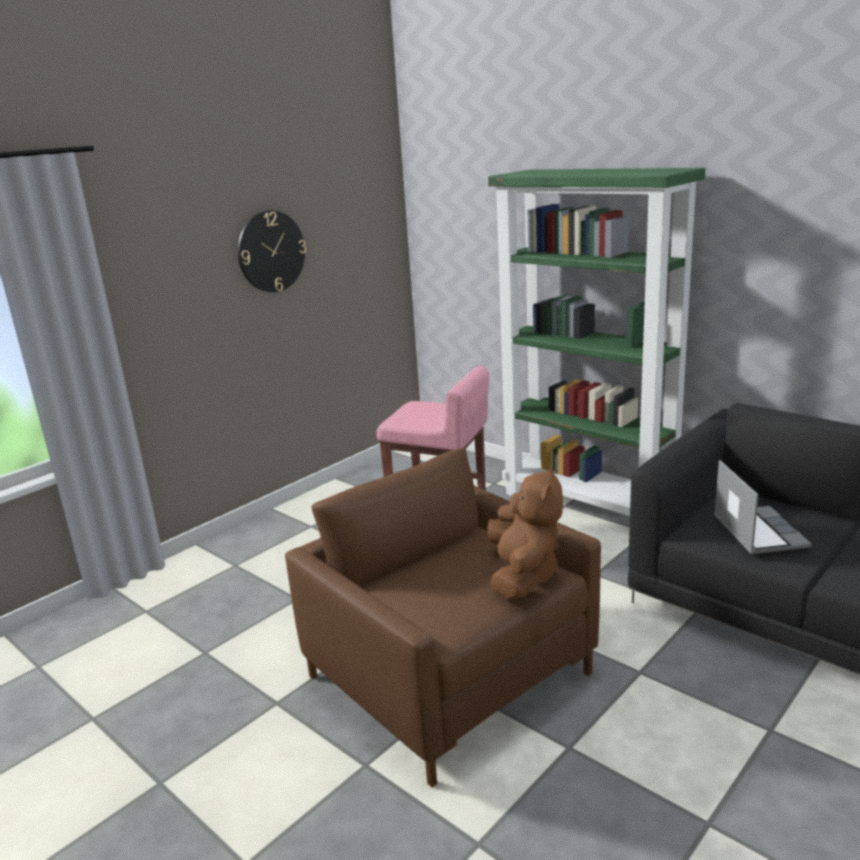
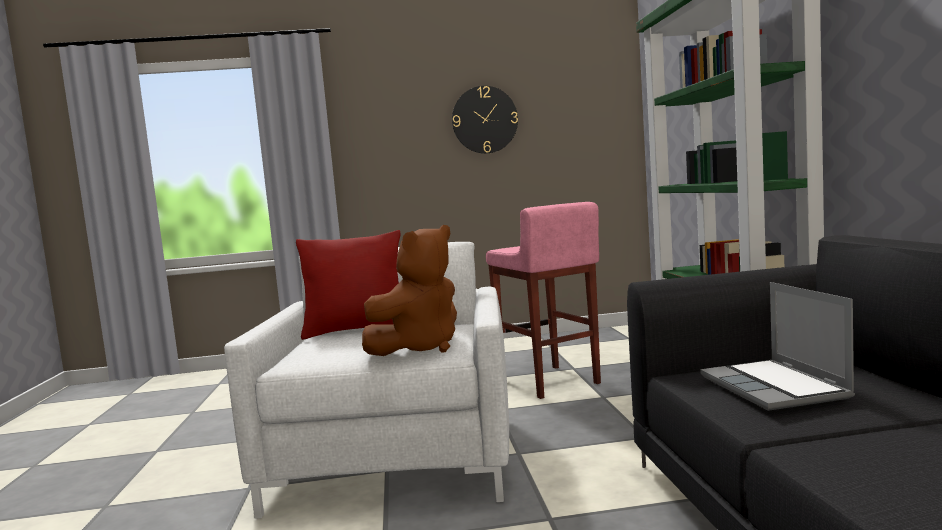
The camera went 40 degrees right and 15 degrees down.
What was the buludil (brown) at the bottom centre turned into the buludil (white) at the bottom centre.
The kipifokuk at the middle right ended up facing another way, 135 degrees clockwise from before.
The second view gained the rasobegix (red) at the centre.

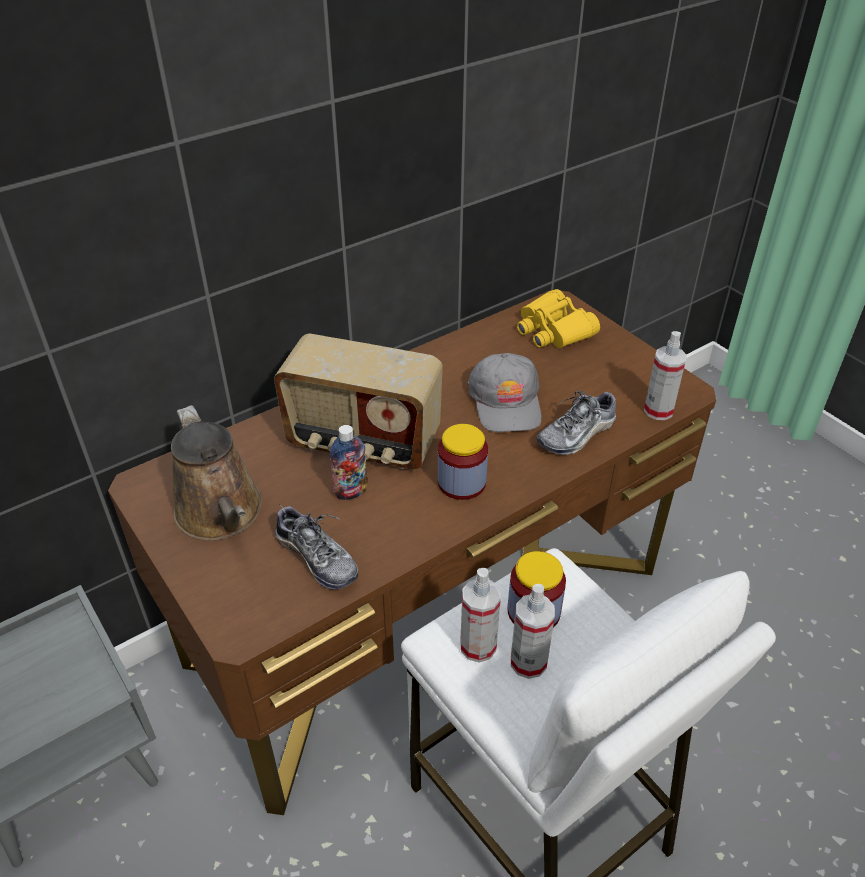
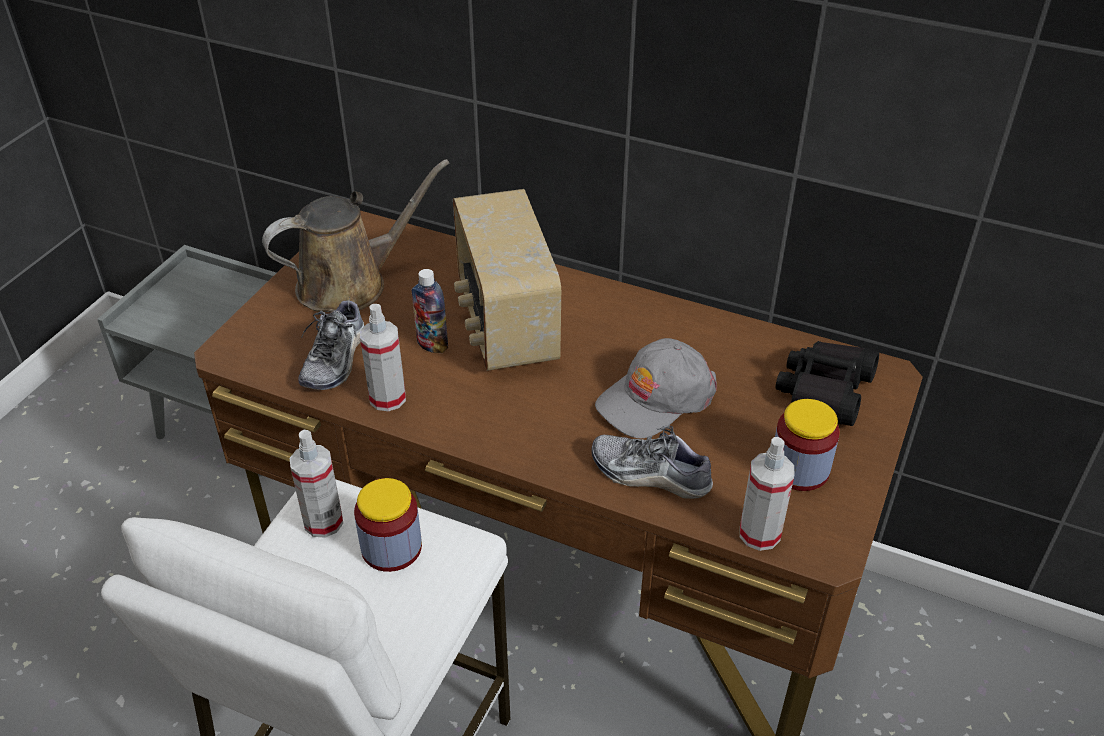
The camera went 60 degrees right and 0 degrees up.
The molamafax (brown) at the middle left ended up facing another way, 150 degrees counterclockwise from before.
The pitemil (no. 1 from left in the first image) ended up elsewhere, having gone from the centre to the middle right.
The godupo (no. 2 from left) ended up elsewhere, having gone from the bottom centre to the centre.
What was the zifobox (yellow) at the centre turned into the zifobox (black) at the middle right.

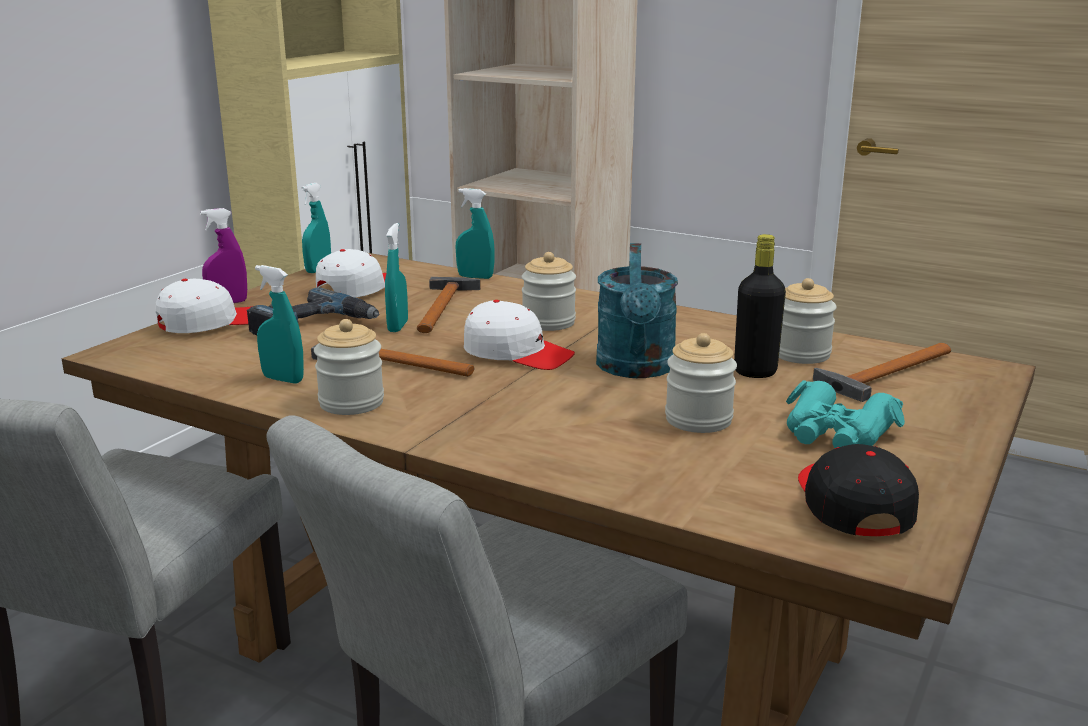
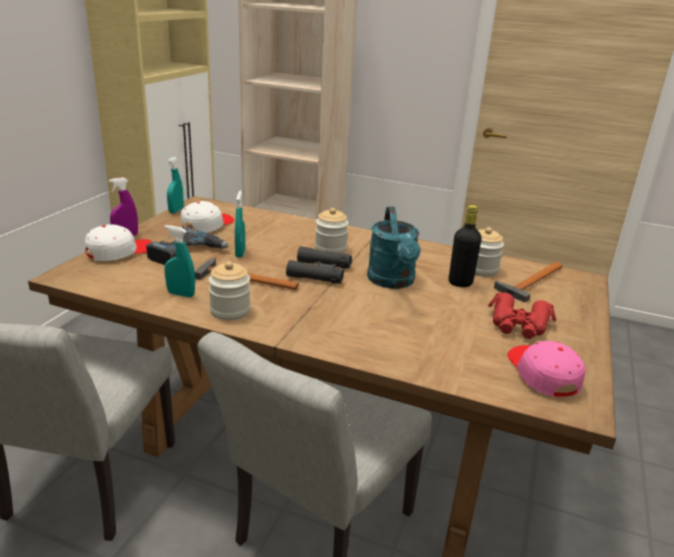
The camera went 10 degrees left and 5 degrees up.
The second view lost the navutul (no. 2 from left) at the centre.
The second view lost the godupo (turquoise) (no. 4 from left) at the top centre.
Where the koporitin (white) (no. 3 from left) stood at the centre, the zifobox (black) came to stand at the centre.
The second view lost the pitemil (no. 3 from left) at the centre.
What was the zifobox (turquoise) at the middle right turned into the zifobox (red) at the middle right.
What was the koporitin (black) at the bottom right turned into the koporitin (pink) at the middle right.

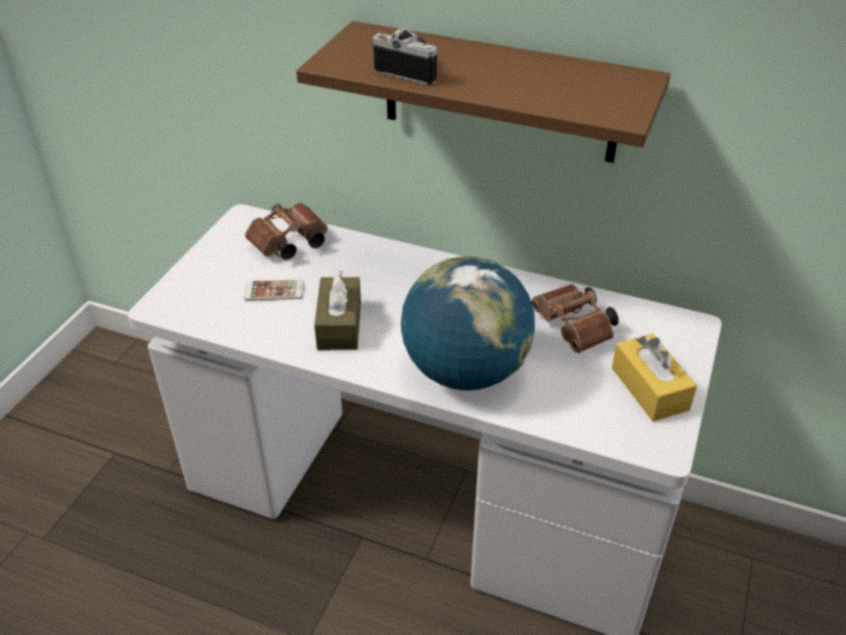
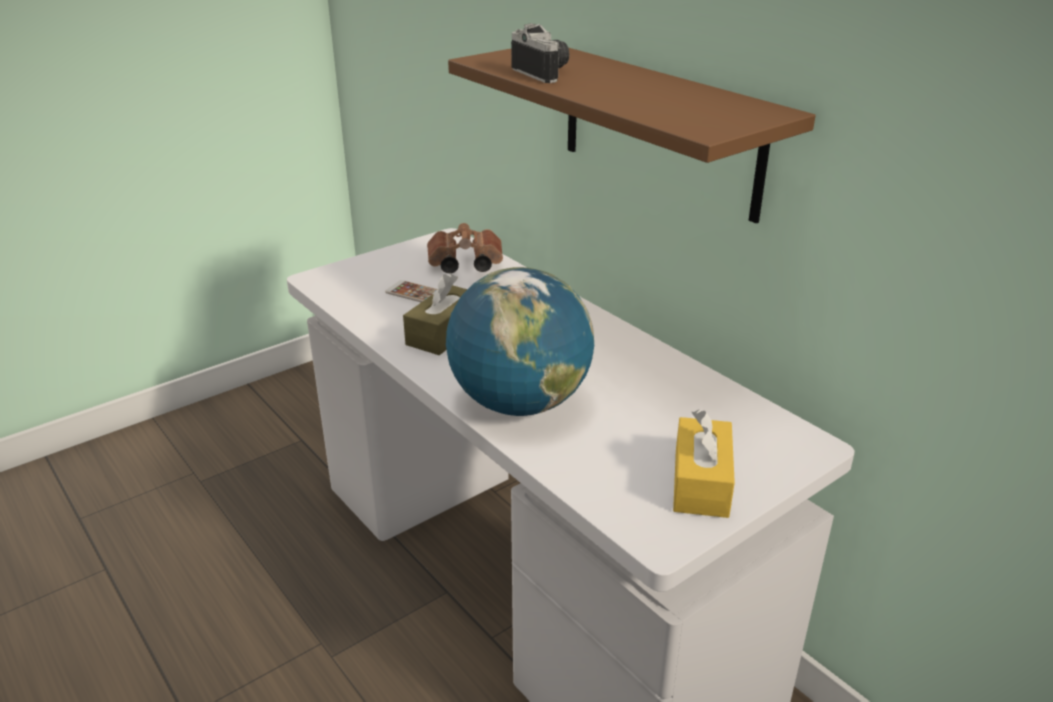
The camera went 30 degrees right and 10 degrees down.
The second view lost the zifobox (brown) (no. 2 from left) at the middle right.

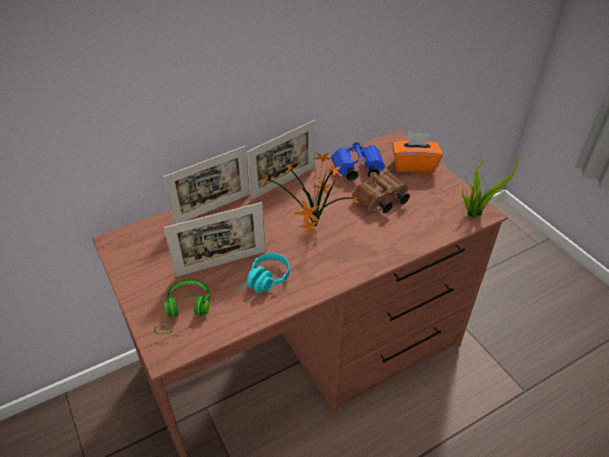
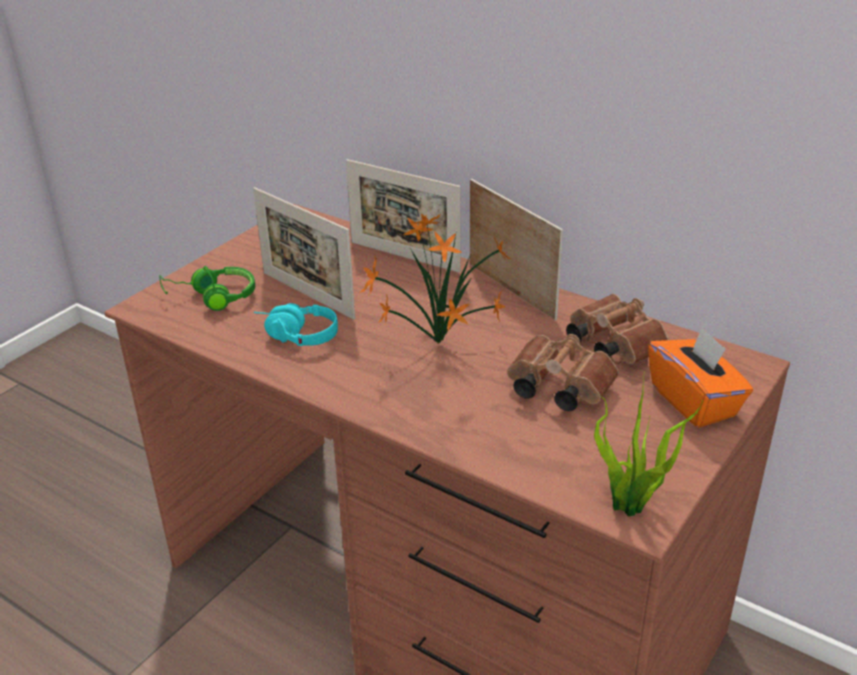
The camera went 65 degrees right and 10 degrees down.
The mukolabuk (no. 3 from left) at the centre ended up facing another way, 150 degrees counterclockwise from before.
What was the zifobox (blue) at the centre turned into the zifobox (brown) (no. 2 from left) at the middle right.

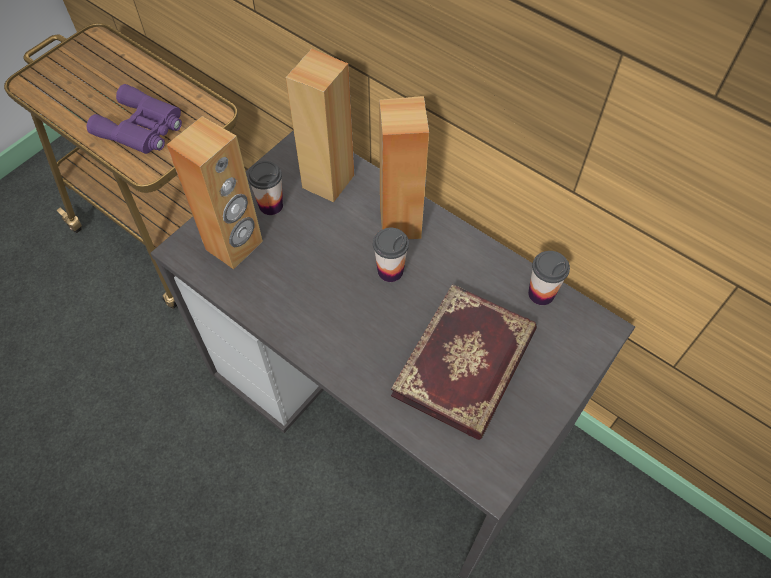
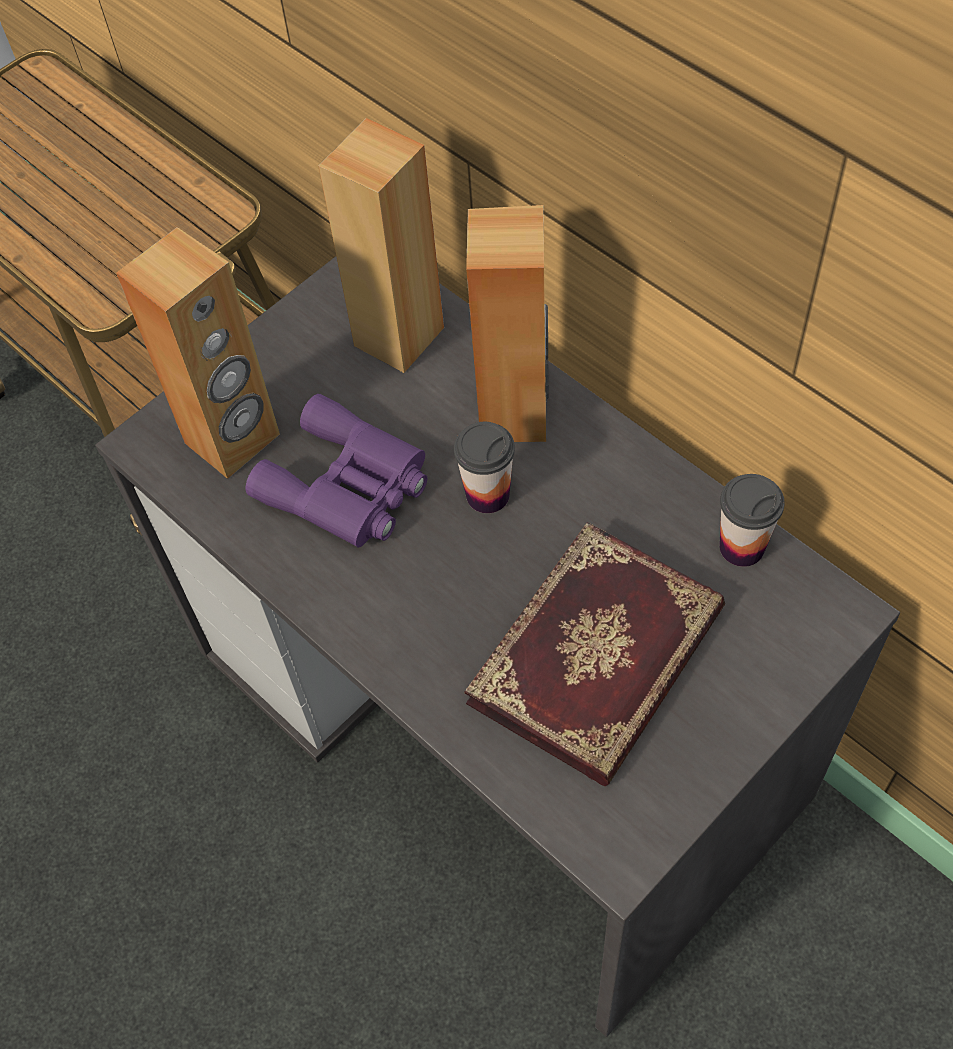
The camera went 10 degrees right and 0 degrees up.
The zifobox (purple) ended up elsewhere, having gone from the top left to the centre.
The second view lost the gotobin (no. 1 from left) at the top centre.

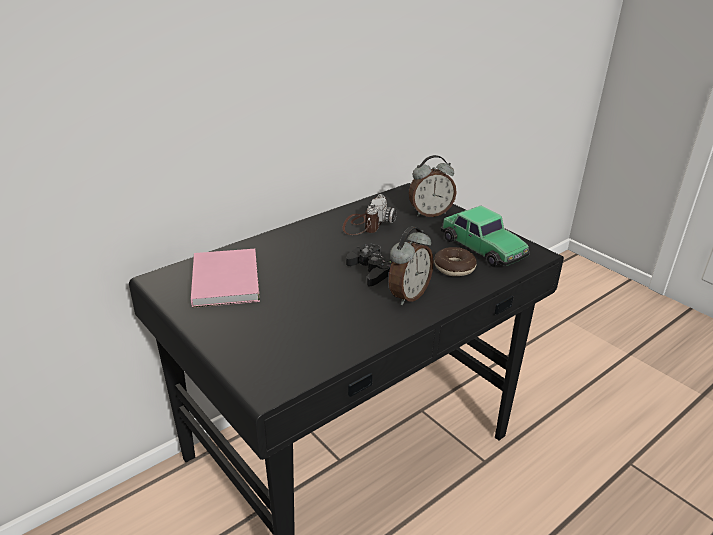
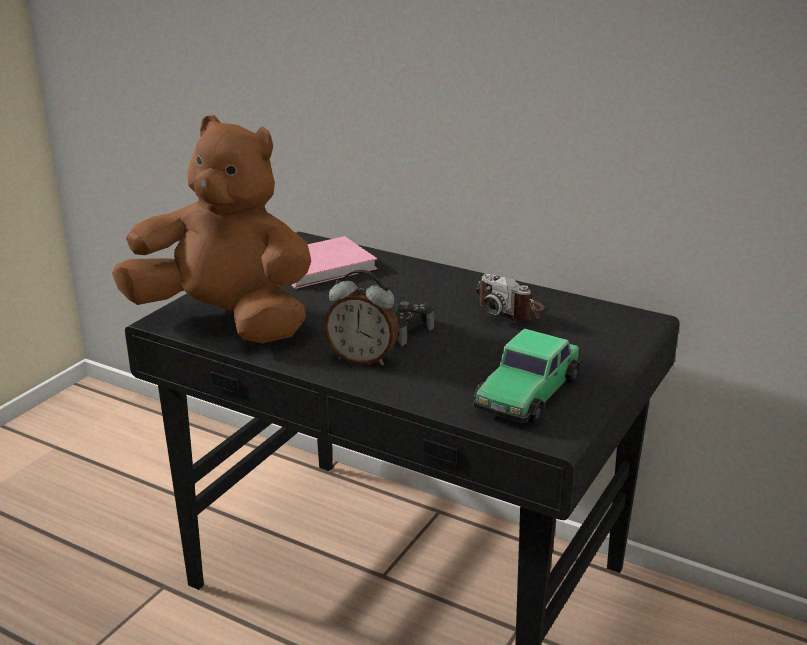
The camera went 70 degrees right and 5 degrees down.
The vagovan at the centre ended up facing another way, 45 degrees clockwise from before.
The second view lost the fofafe (no. 2 from left) at the centre.
The second view lost the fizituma at the centre.
The second view gained the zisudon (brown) at the middle left.

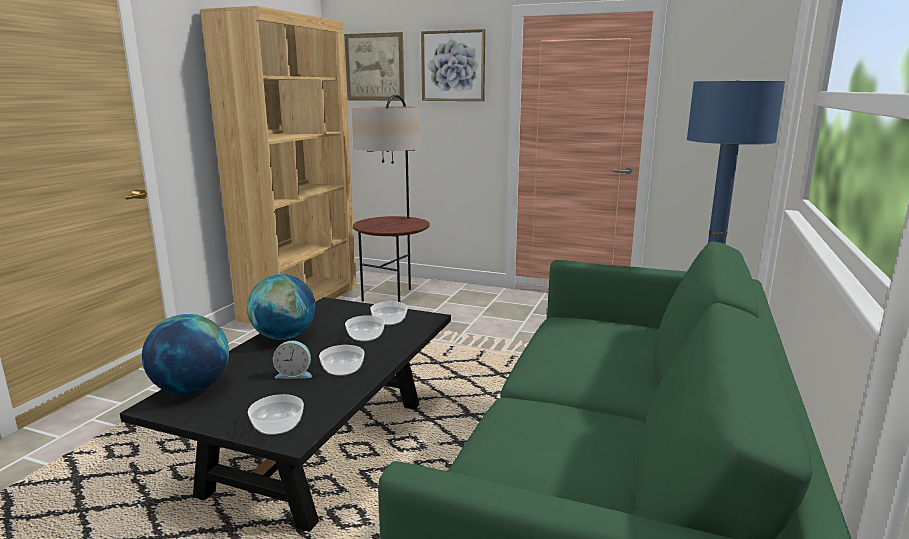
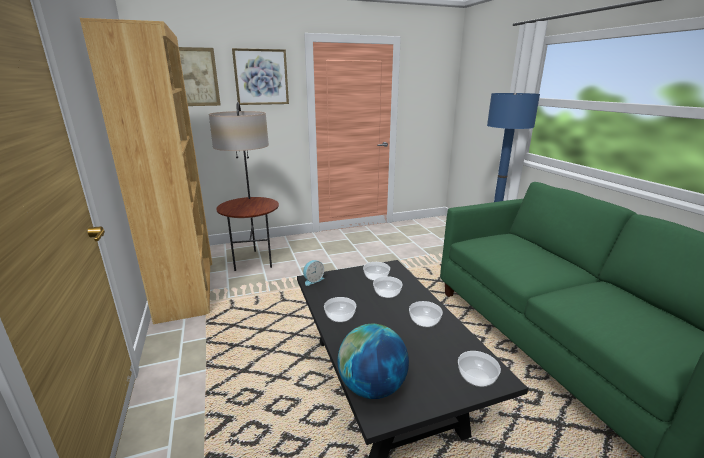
The camera went 40 degrees left and 5 degrees up.
Where the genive (no. 2 from left) stood at the middle left, the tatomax (no. 1 from left) came to stand at the bottom centre.
The fofafe ended up elsewhere, having gone from the middle left to the centre.

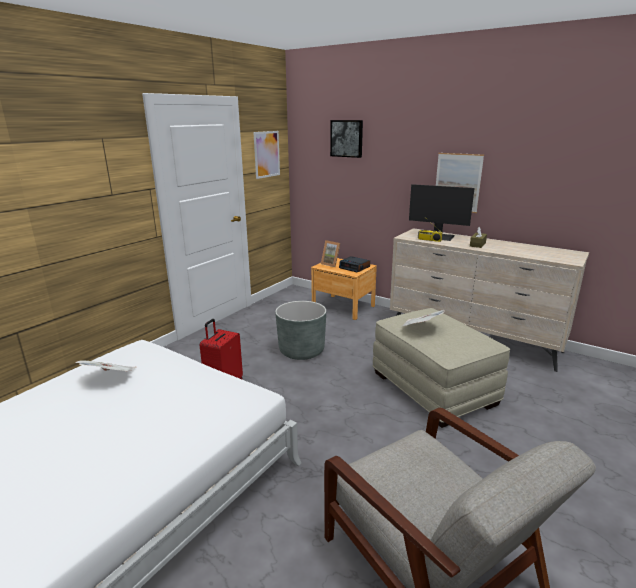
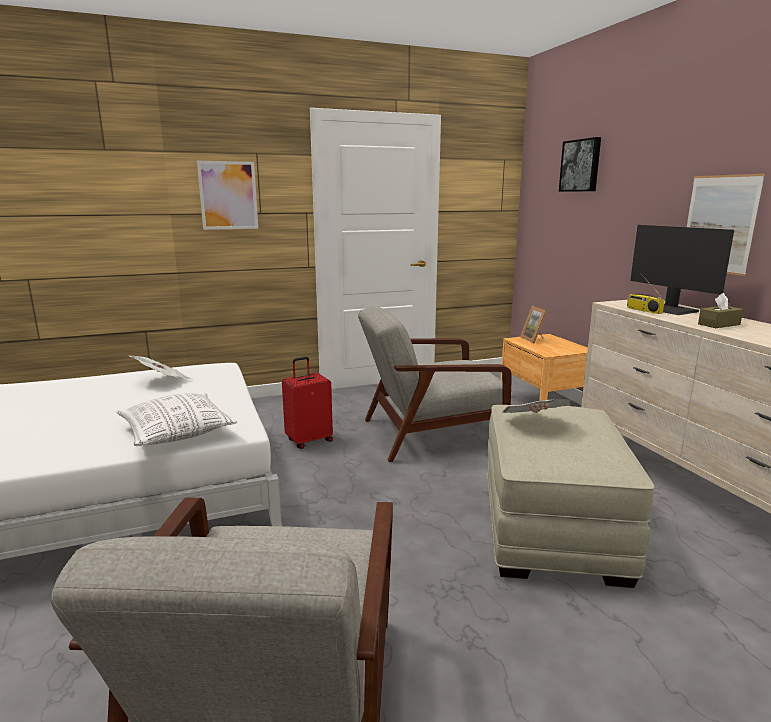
The camera went 35 degrees right and 5 degrees down.
The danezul (no. 1 from left) ended up elsewhere, having gone from the top centre to the top left.
Where the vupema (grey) stood at the centre, the buludil (grey) (no. 2 from left) came to stand at the centre.
The second view lost the fofafe at the centre.
The second view gained the rasobegix at the middle left.

